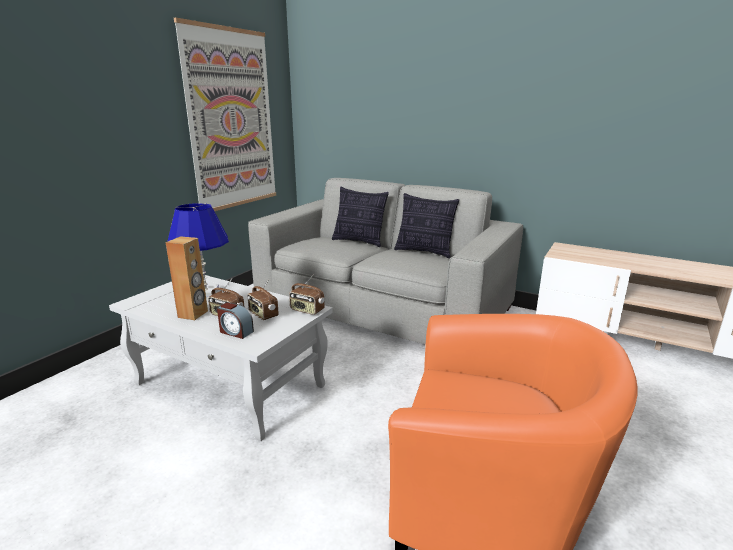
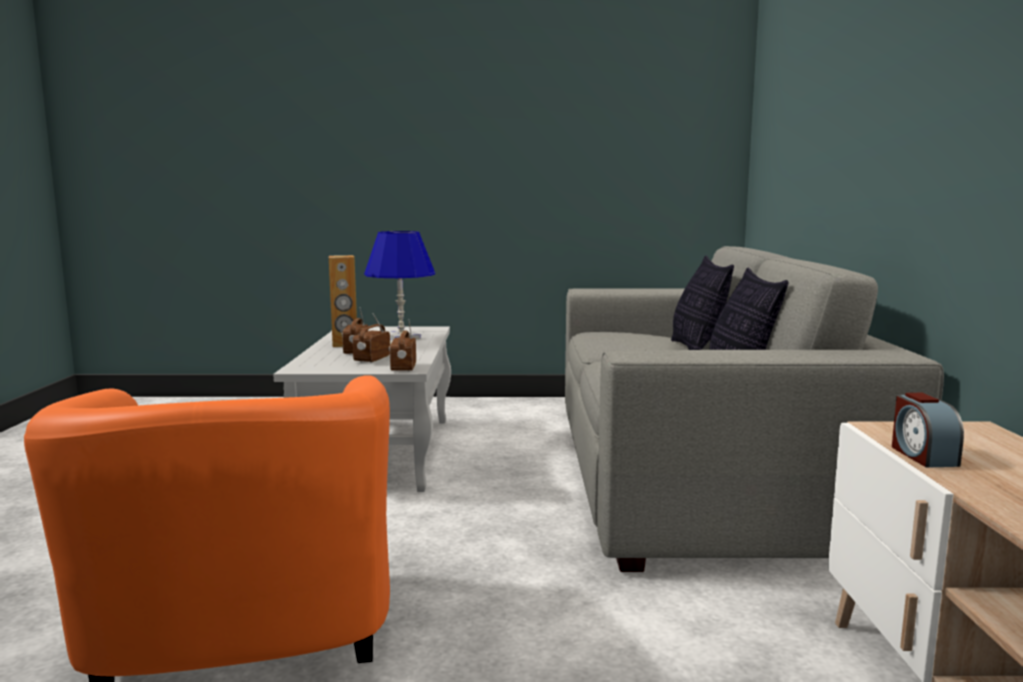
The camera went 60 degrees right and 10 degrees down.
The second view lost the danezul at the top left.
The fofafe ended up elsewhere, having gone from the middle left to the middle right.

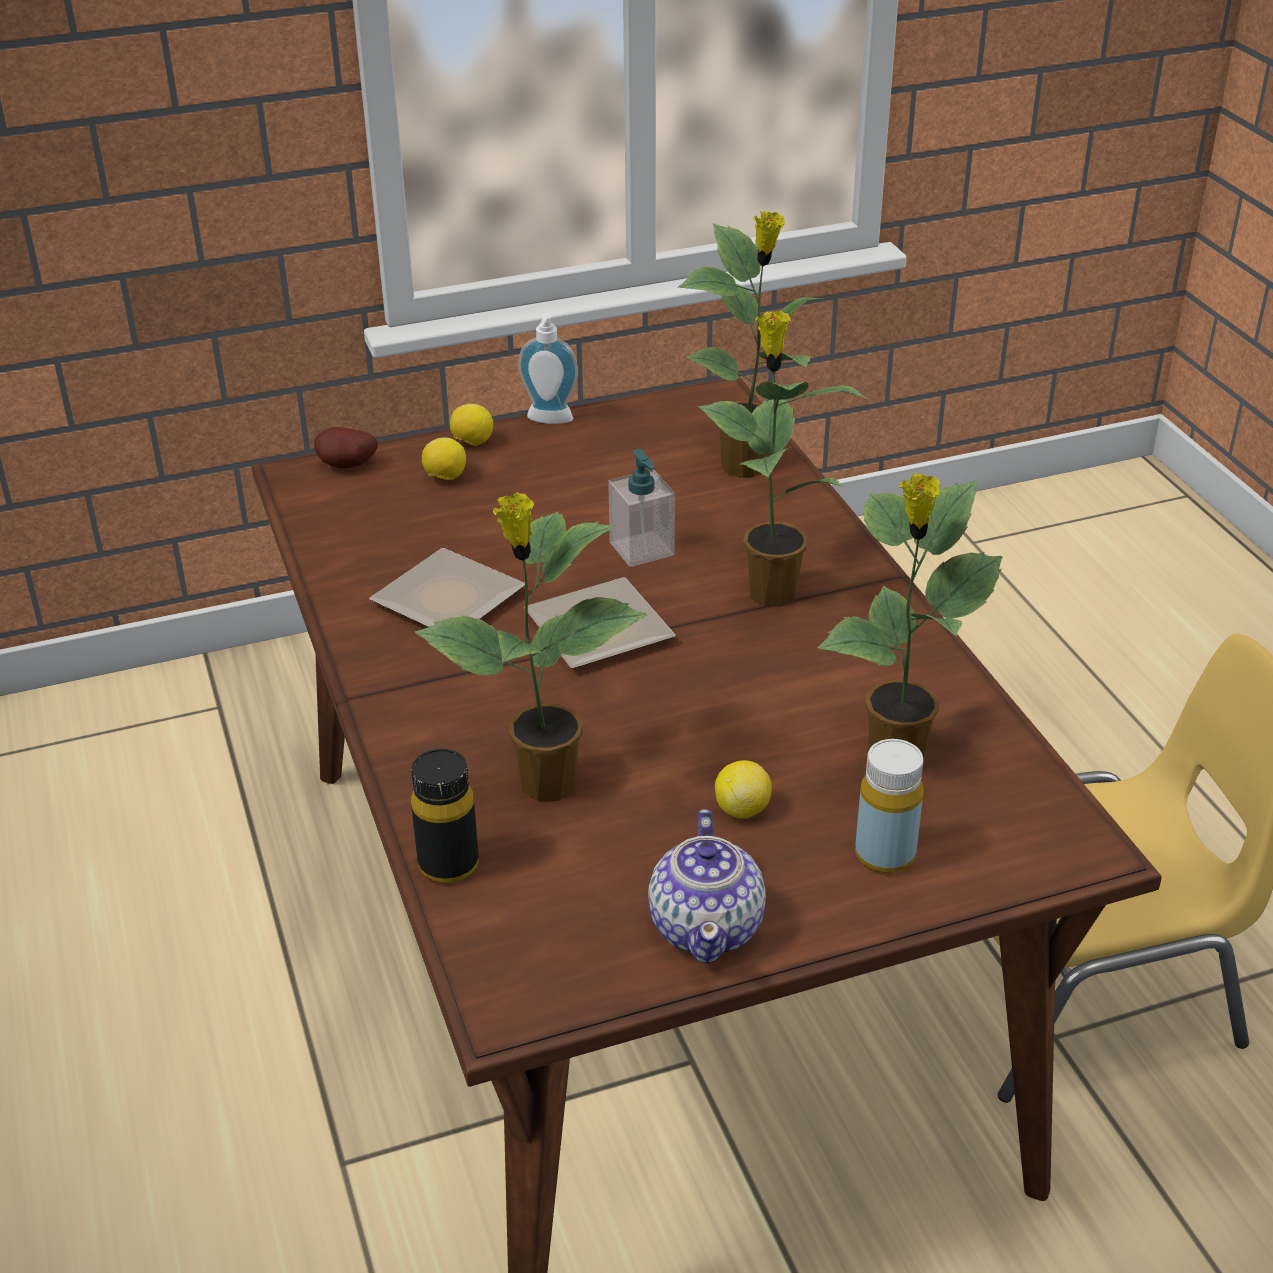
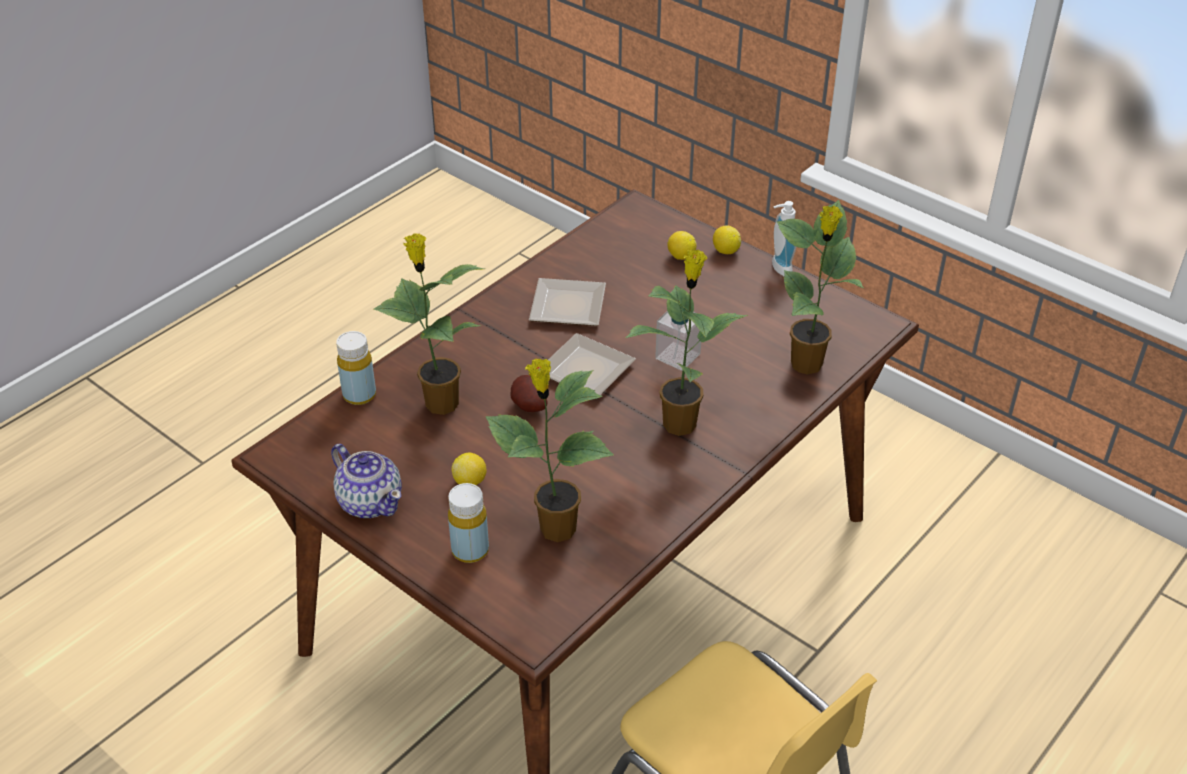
The camera went 60 degrees right and 5 degrees up.
The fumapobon ended up elsewhere, having gone from the middle left to the centre.
What was the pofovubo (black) at the centre turned into the pofovubo (yellow) (no. 1 from left) at the middle left.
The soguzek at the bottom centre ended up facing another way, 105 degrees counterclockwise from before.

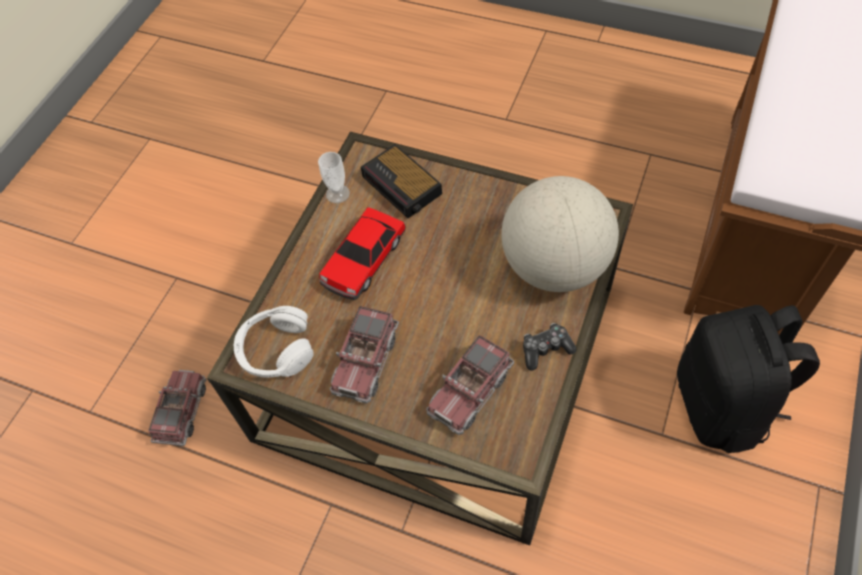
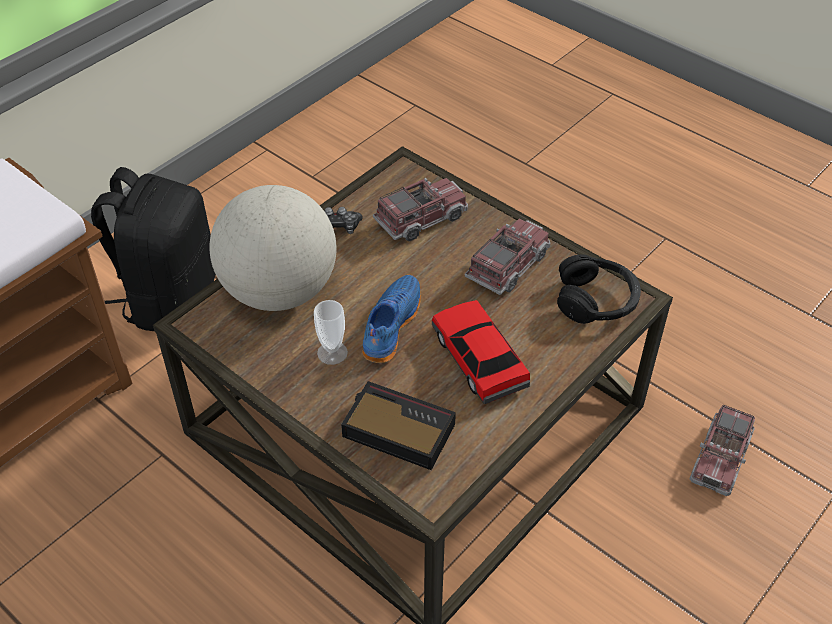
The camera went 165 degrees left and 10 degrees down.
What was the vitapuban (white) at the middle left turned into the vitapuban (black) at the middle right.
The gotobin ended up elsewhere, having gone from the top centre to the centre.
The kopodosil at the centre ended up facing another way, 75 degrees counterclockwise from before.
The fofafe at the top centre ended up facing another way, 45 degrees counterclockwise from before.
The second view gained the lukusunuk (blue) at the centre.

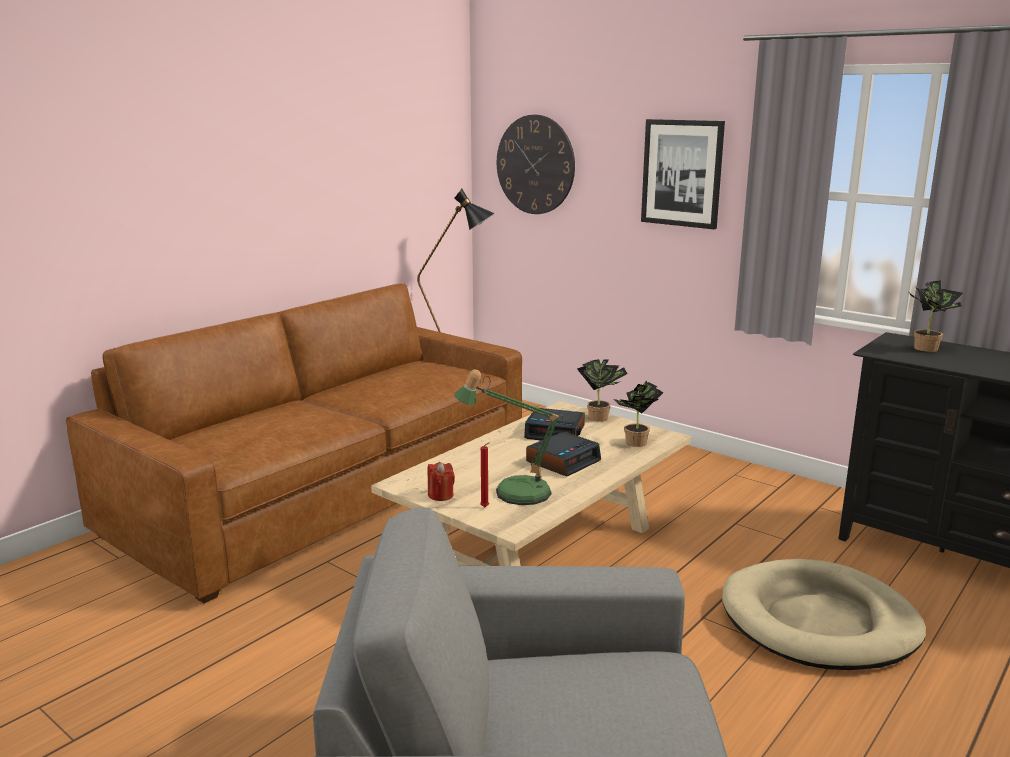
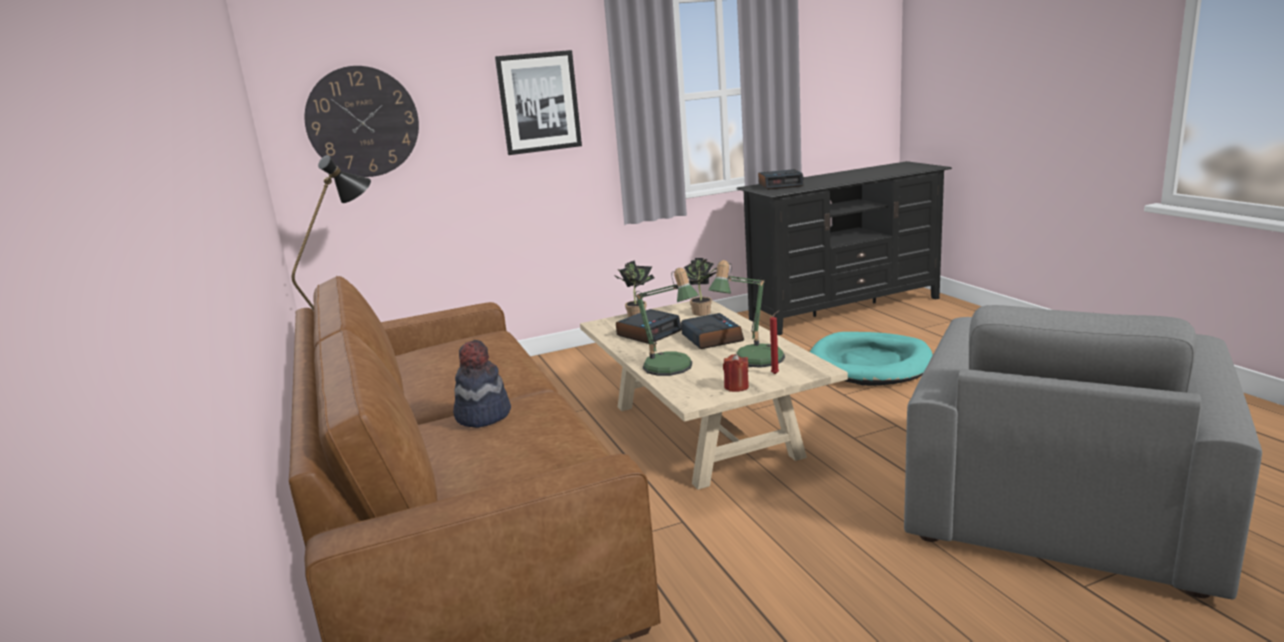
The camera went 60 degrees left and 0 degrees up.
What was the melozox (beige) at the bottom right turned into the melozox (turquoise) at the middle right.
Where the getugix (no. 3 from left) stood at the middle right, the fofafe (no. 3 from left) came to stand at the top centre.
The second view gained the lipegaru at the centre.
The second view gained the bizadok (no. 1 from left) at the centre.

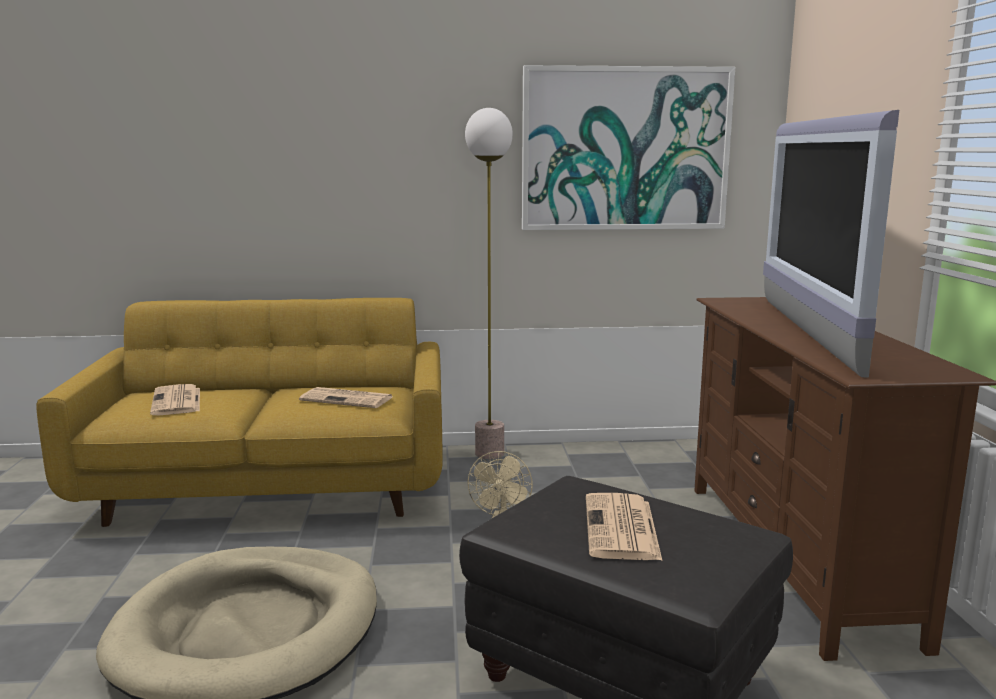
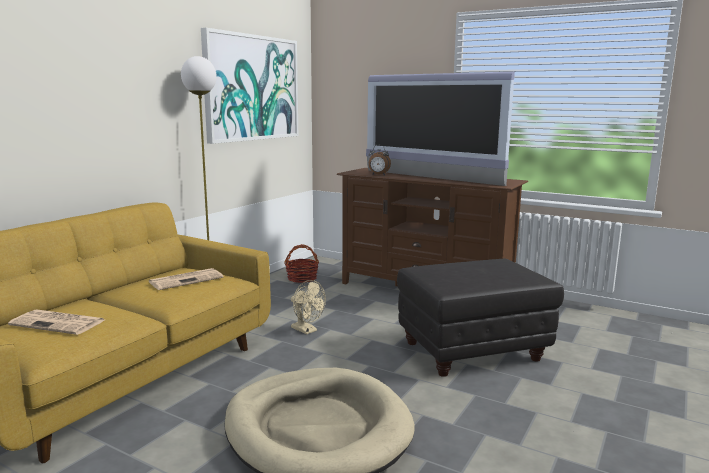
The camera went 55 degrees left and 0 degrees up.
The second view lost the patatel (no. 3 from left) at the bottom centre.
The second view gained the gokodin at the centre.
The second view gained the fofafe at the centre.

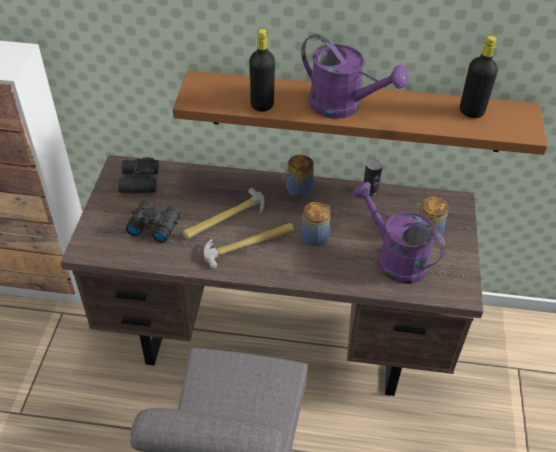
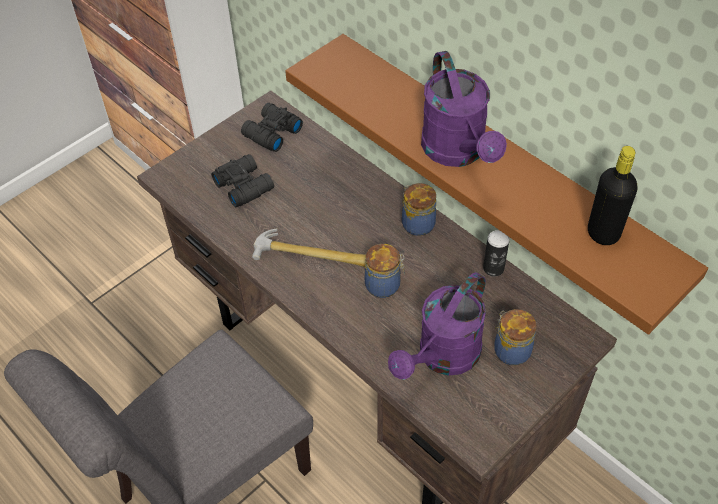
The camera went 40 degrees right and 5 degrees up.
The second view lost the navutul (no. 1 from left) at the centre.
The second view lost the pofovubo (black) (no. 1 from left) at the top centre.
The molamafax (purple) (no. 2 from left in the first image) at the middle right ended up facing another way, 135 degrees counterclockwise from before.

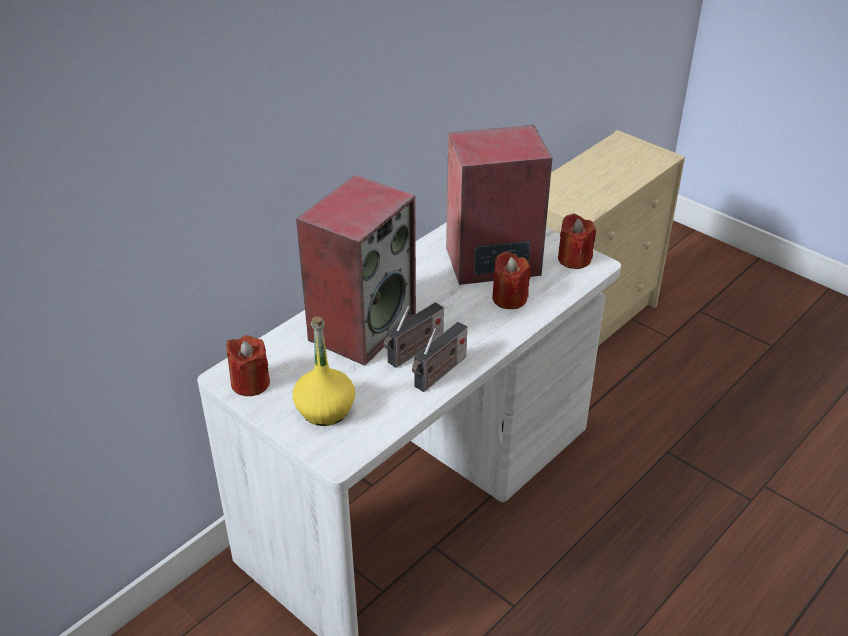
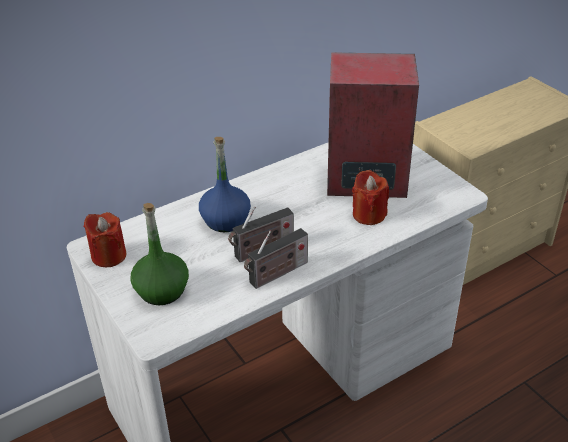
The camera went 15 degrees right and 0 degrees up.
What was the pofovubo (yellow) at the centre turned into the pofovubo (green) at the middle left.
Where the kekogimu (no. 1 from left) stood at the centre, the pofovubo (blue) came to stand at the centre.
The second view lost the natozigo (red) (no. 3 from left) at the middle right.

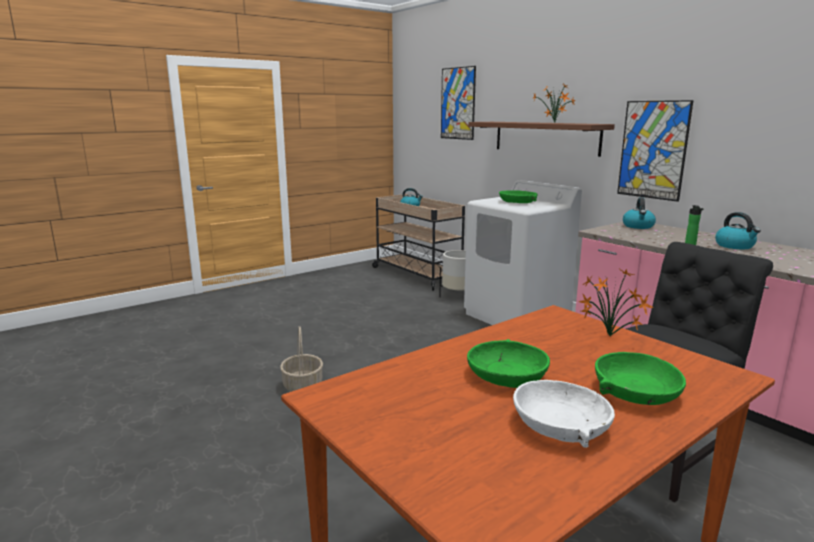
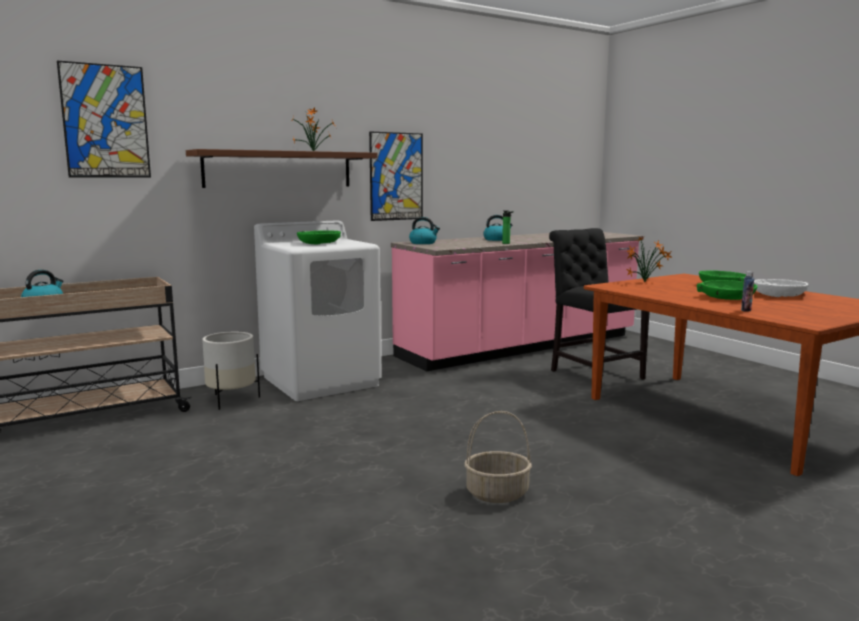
The camera went 85 degrees left and 5 degrees down.
The second view gained the pofovubo (no. 2 from left) at the middle right.

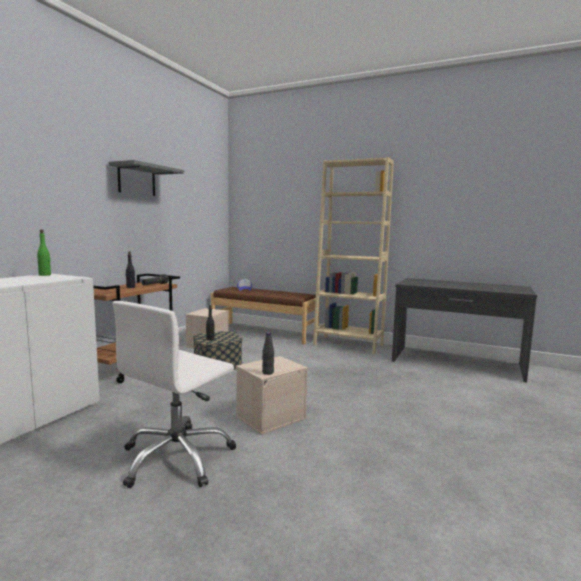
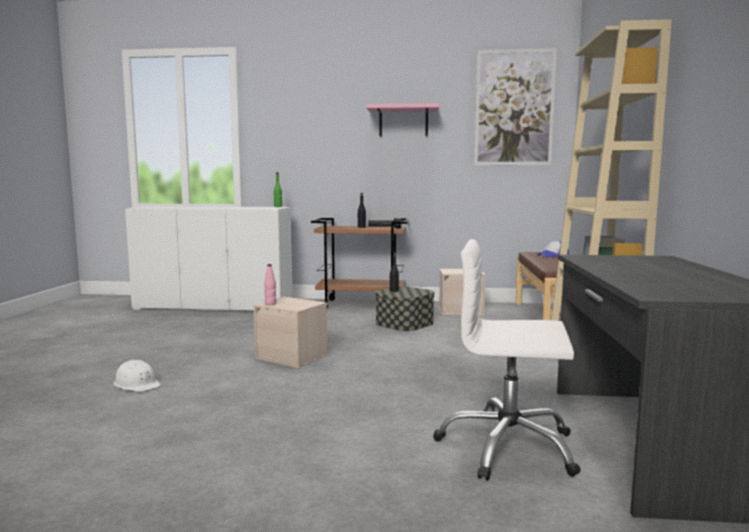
The camera went 70 degrees right and 0 degrees up.
What was the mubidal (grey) at the top left turned into the mubidal (pink) at the top centre.
The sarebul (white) ended up elsewhere, having gone from the bottom left to the bottom right.
What was the pofovubo (black) (no. 3 from left) at the centre turned into the pofovubo (pink) at the centre.
The second view gained the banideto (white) at the bottom left.
The second view gained the danezul at the top right.

